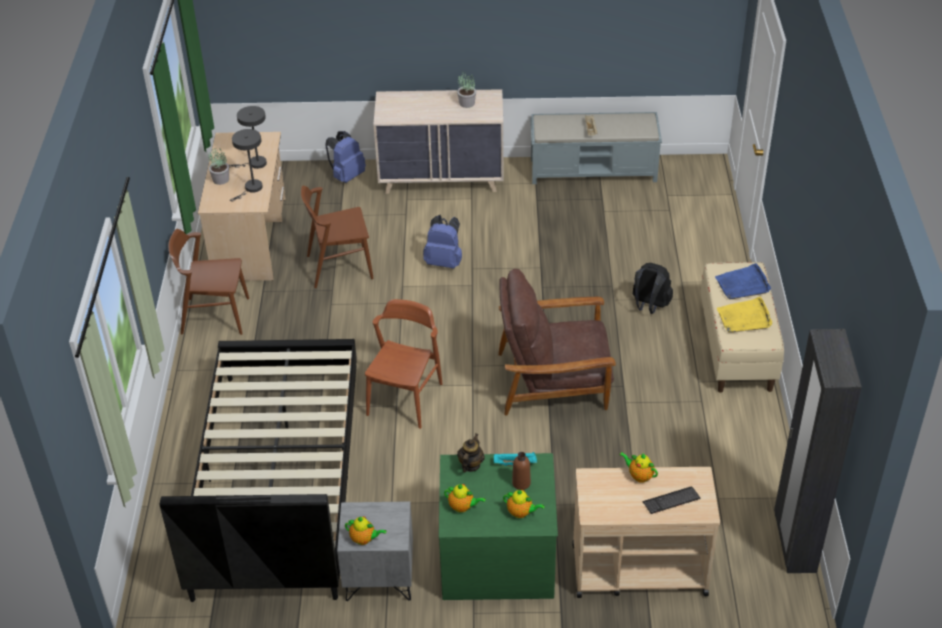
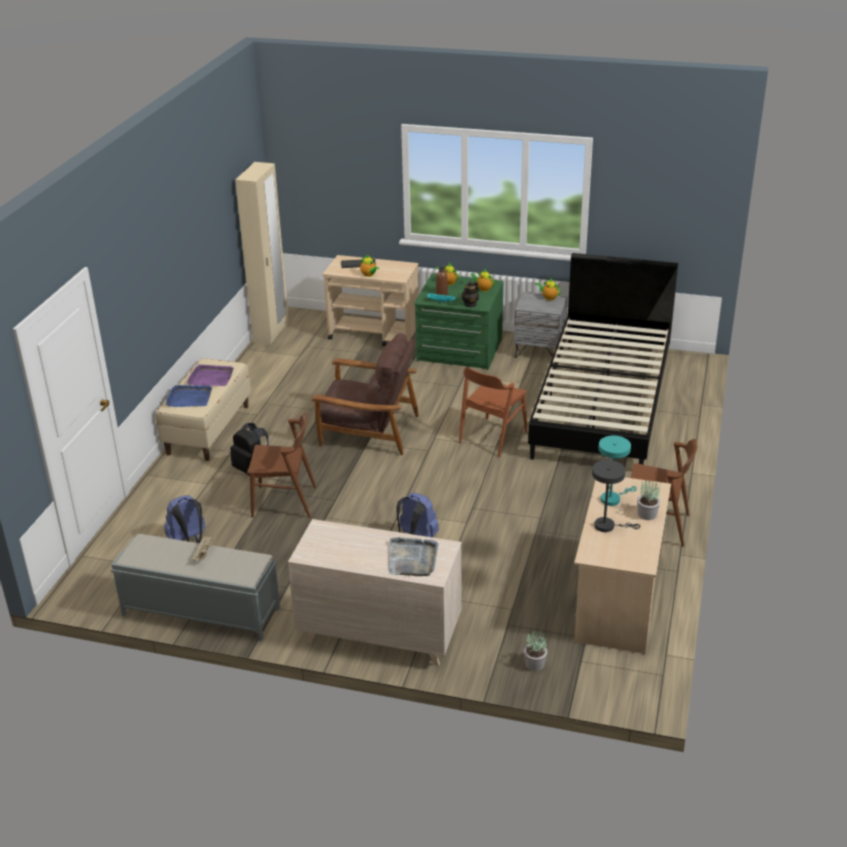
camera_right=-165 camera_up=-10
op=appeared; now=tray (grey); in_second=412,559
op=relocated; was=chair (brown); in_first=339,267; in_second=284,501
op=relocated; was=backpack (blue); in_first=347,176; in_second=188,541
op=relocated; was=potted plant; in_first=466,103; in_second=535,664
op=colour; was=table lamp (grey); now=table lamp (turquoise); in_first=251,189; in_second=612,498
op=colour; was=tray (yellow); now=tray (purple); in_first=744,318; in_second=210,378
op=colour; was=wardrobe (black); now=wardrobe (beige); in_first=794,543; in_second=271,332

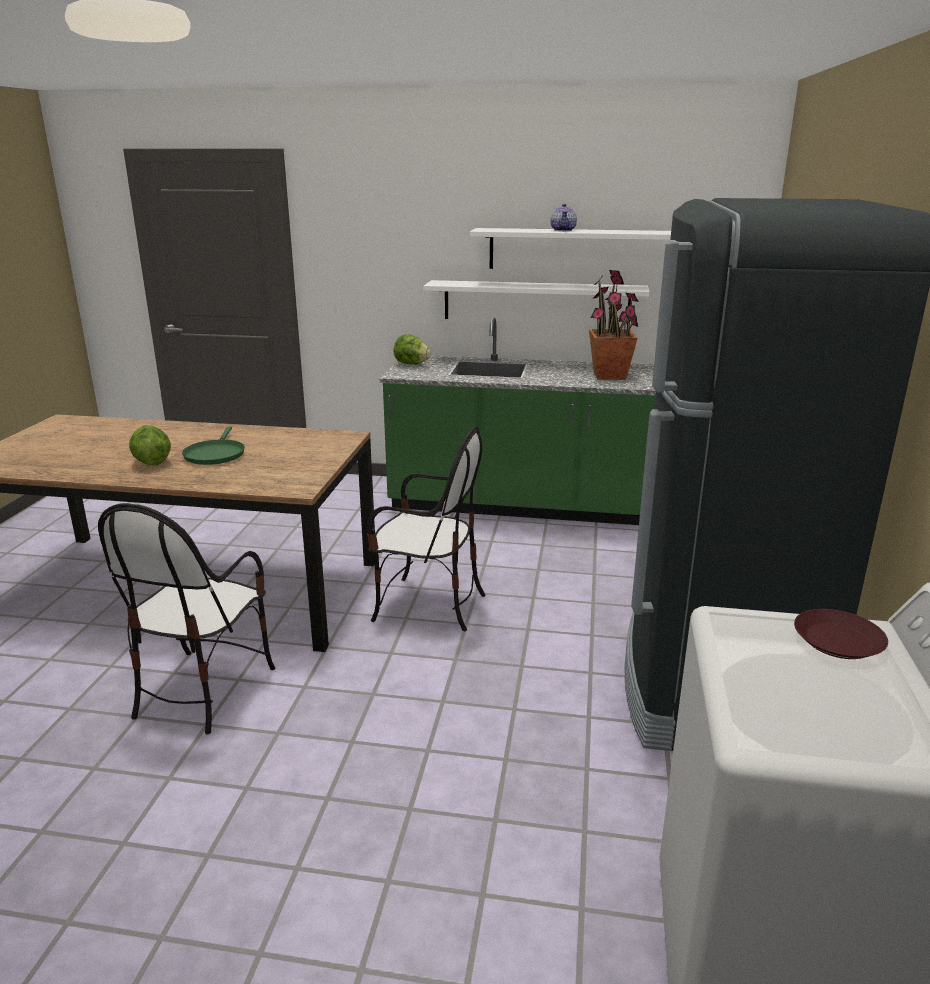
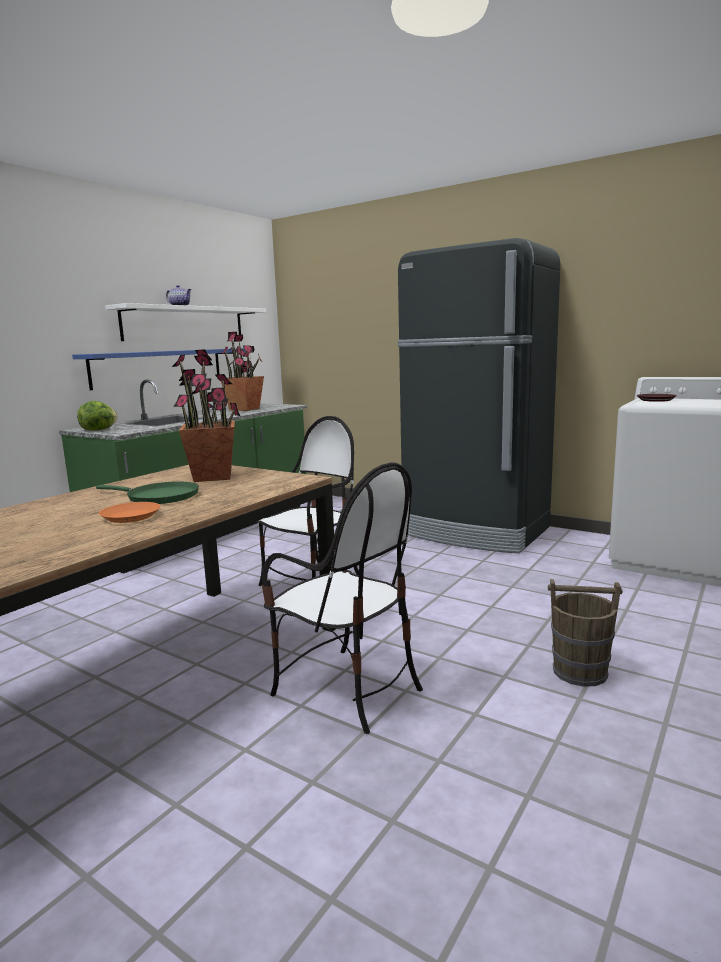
camera_right=-65 camera_up=-10
op=appeared; now=potted plant; in_second=213,477
op=appeared; now=bucket (brown); in_second=580,672
op=exchanged; was=lettuce; now=plate (orange); in_first=151,463; in_second=131,517
op=colour; was=shelf (white); now=shelf (blue); in_first=536,302; in_second=159,367

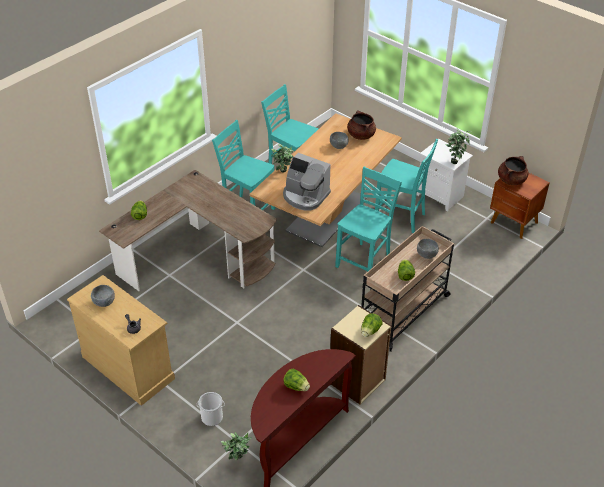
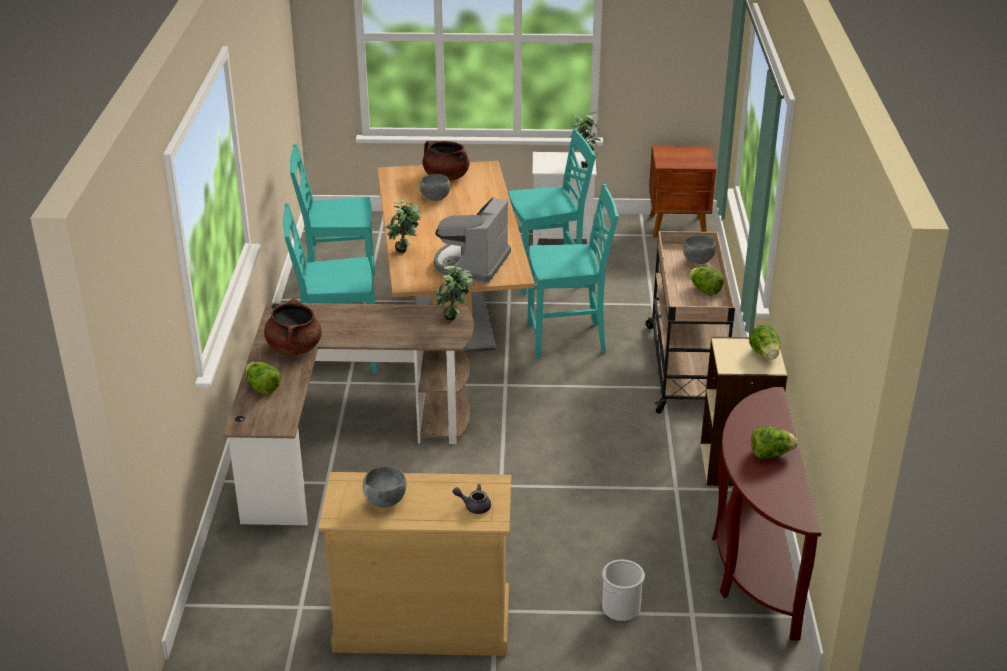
camera_right=-40 camera_up=-10
op=relocated; was=potted plant; in_first=238,460; in_second=455,321
op=relocated; was=cooking pot (brown); in_first=511,180; in_second=294,348
op=spun; was=coffee machine; in_first=305,196; in_second=471,264; clockwise=120
op=spun; was=chair (turquoise); in_first=364,261; in_second=568,340; clockwise=90

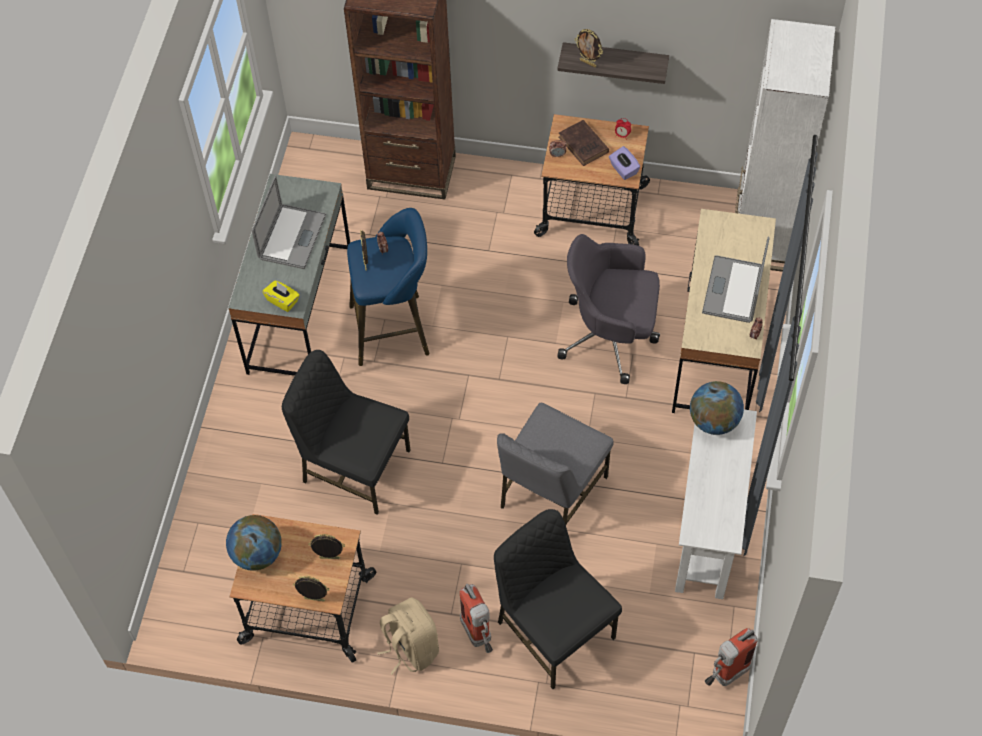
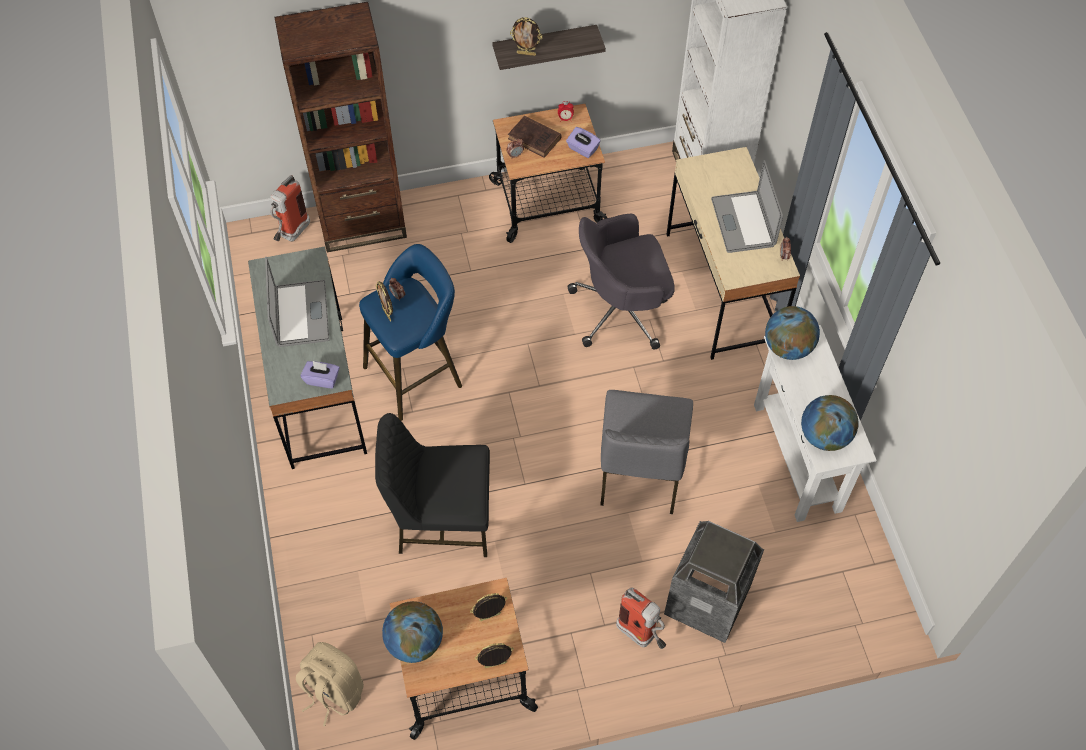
camera_right=-25 camera_up=0
op=appeared; now=globe; in_second=824,436
op=relocated; was=backpack (beige); in_first=410,647; in_second=333,691
op=relocated; was=fire extinguisher; in_first=725,675; in_second=291,234
op=exchanged; was=chair (black); now=trash can; in_first=553,629; in_second=707,601
op=colour; was=tissue box (yellow); now=tissue box (purple); in_first=283,301; in_second=322,379

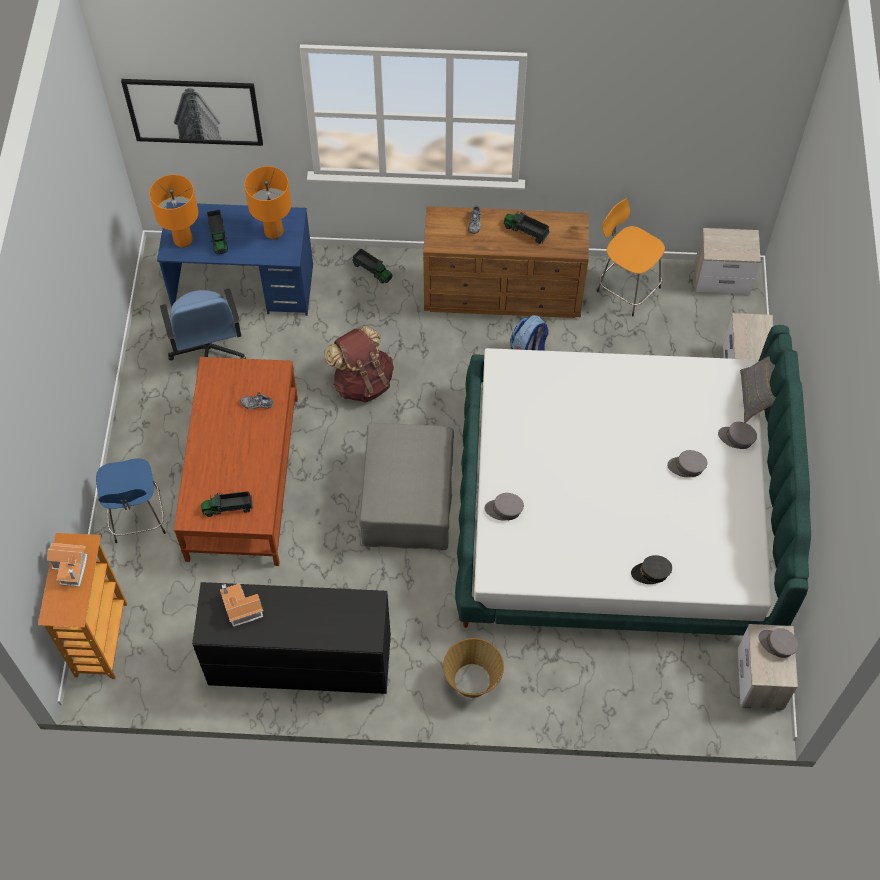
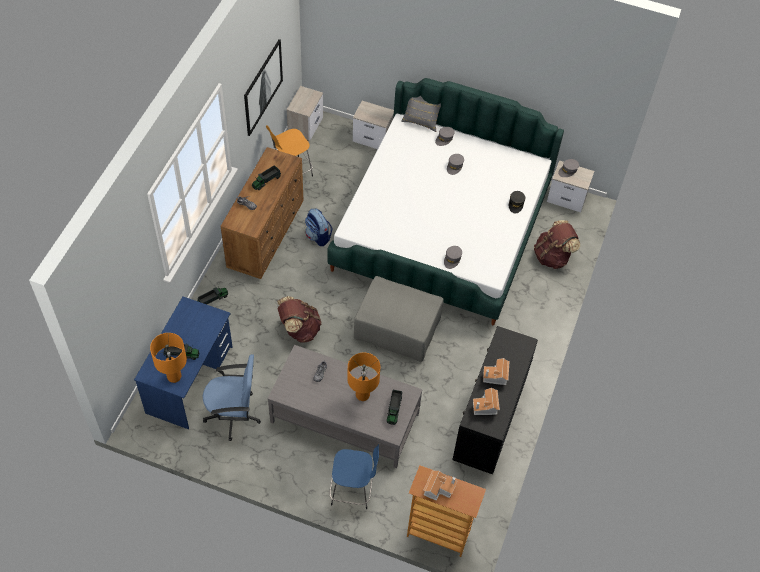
camera_right=-75 camera_up=-5
op=missing; was=basket; in_first=472,681
op=appeared; now=toy house; in_second=495,376
op=appeared; now=backpack (brown); in_second=552,256
op=relocated; was=picture; in_first=194,111; in_second=263,87
op=relocated; was=table lamp (orange); in_first=273,232; in_second=362,395
op=colour; was=coffee table (brown); now=coffee table (grey); in_first=243,477; in_second=345,418

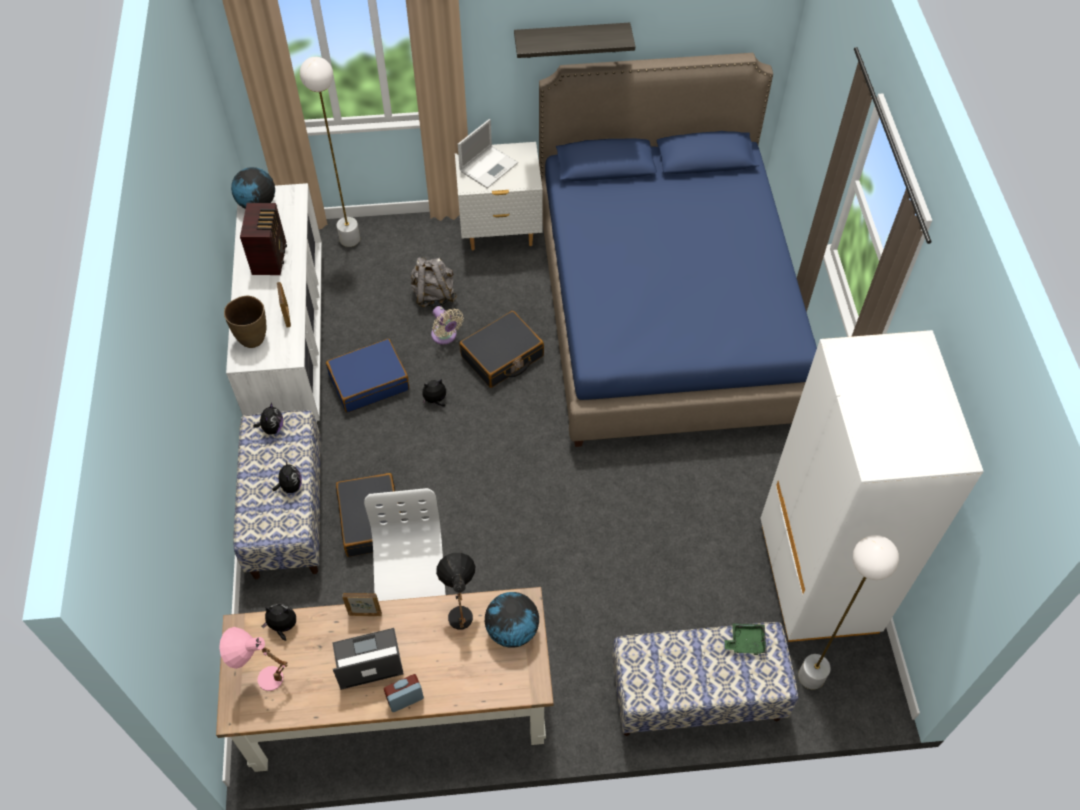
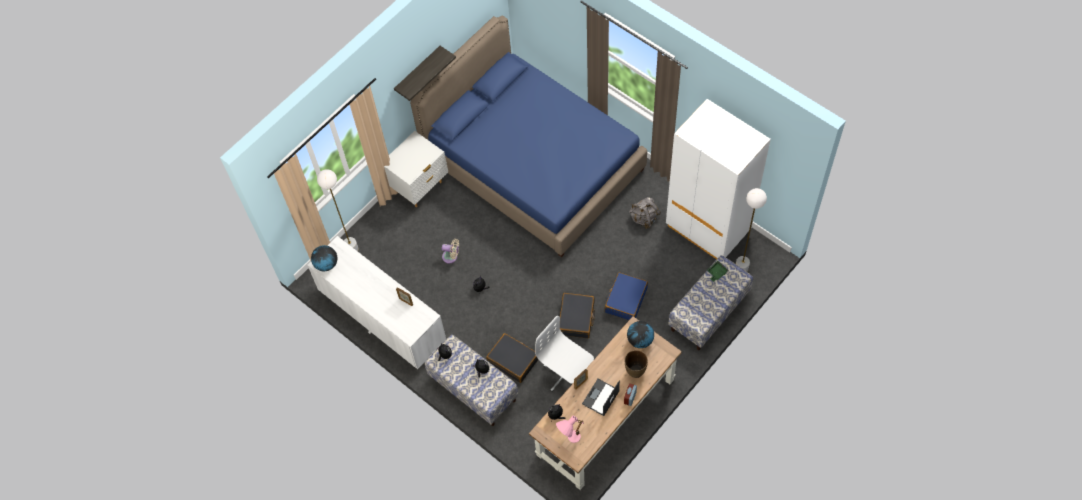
camera_right=-40 camera_up=5
op=missing; was=radio; in_first=270,257
op=missing; was=table lamp (black); in_first=460,609
op=missing; was=laptop; in_first=489,166
op=relocated; was=vase (brown); in_first=253,338; in_second=635,371
op=relocated; was=suitcase (blue); in_first=369,382; in_second=625,300
op=relocated; was=backpack (grey); in_first=433,295; in_second=644,218
op=relocated; was=suitcase (black); in_first=502,356; in_second=576,319

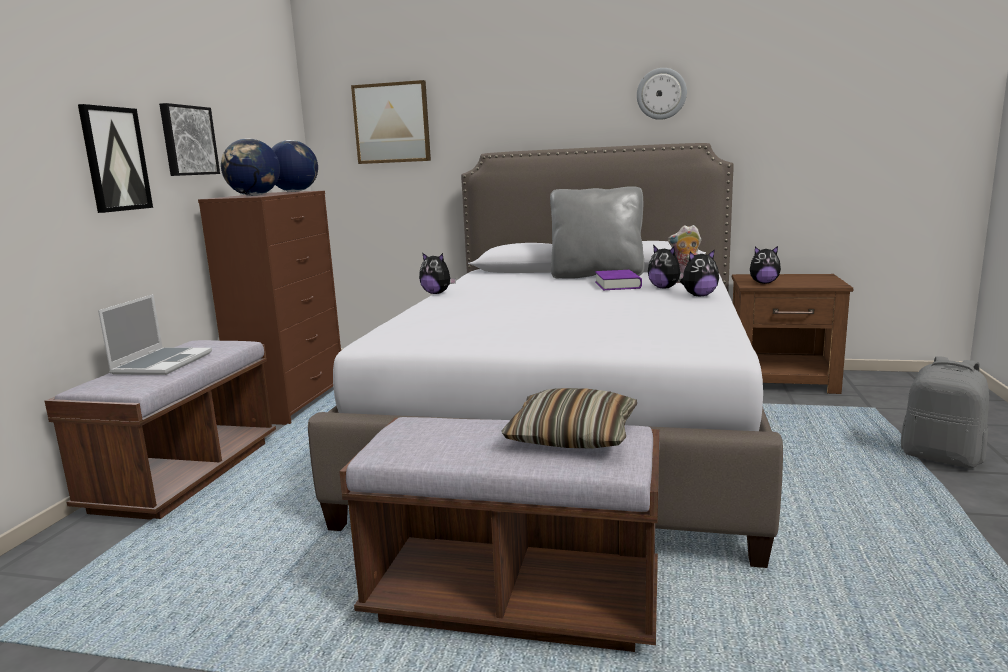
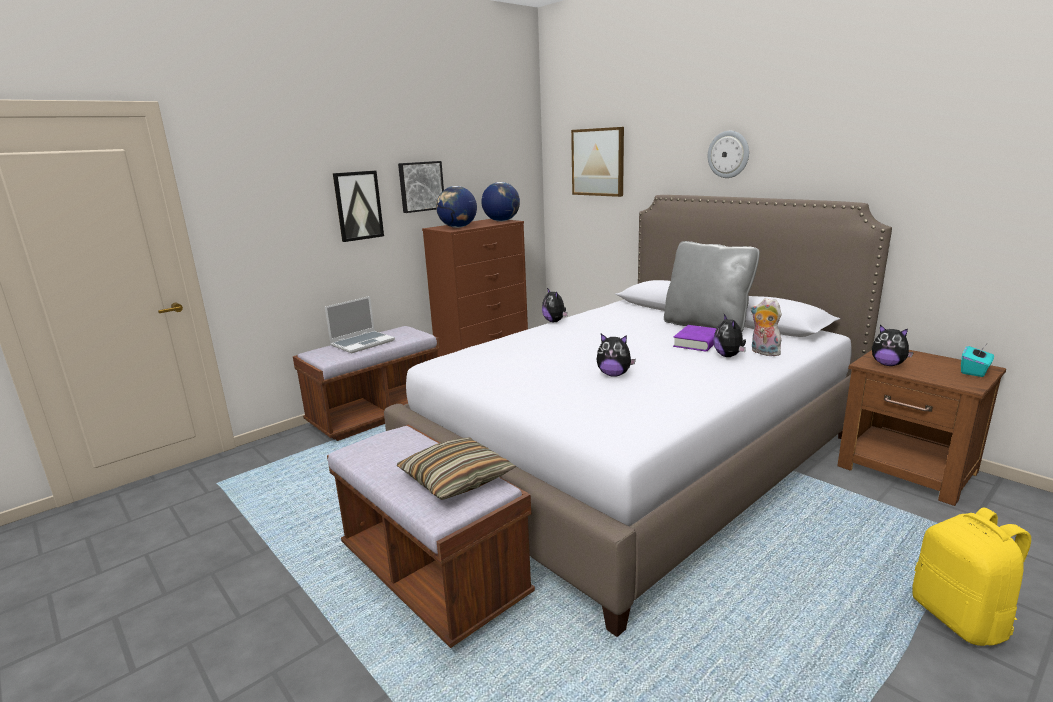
camera_right=35 camera_up=5
op=appeared; now=tissue box (turquoise); in_second=974,371
op=relocated; was=wall clock; in_first=661,94; in_second=728,154
op=relocated; was=plush toy; in_first=699,296; in_second=614,374
op=colour; was=backpack (grey); now=backpack (yellow); in_first=941,457; in_second=961,618

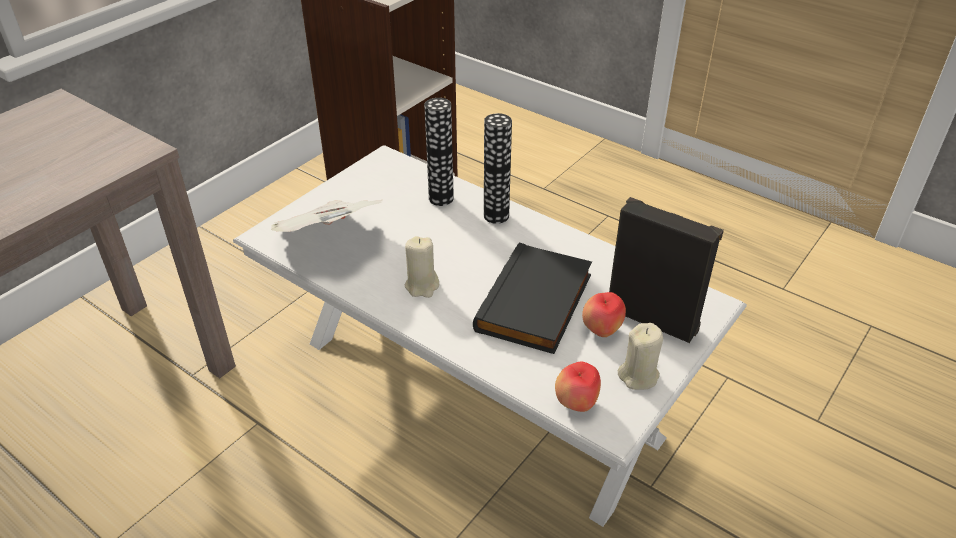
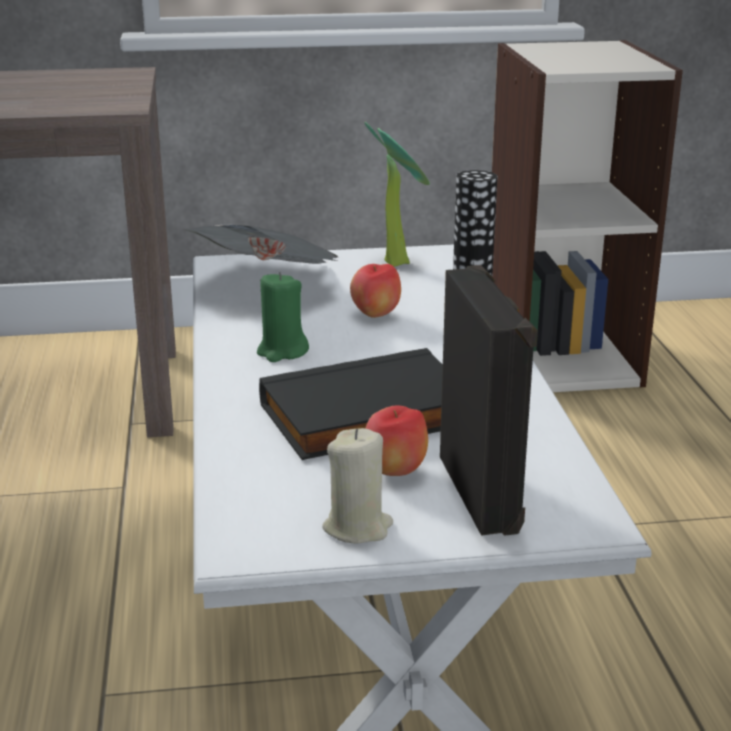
camera_right=45 camera_up=-15
op=missing; was=vase; in_first=441,198
op=appeared; now=potted plant; in_second=398,261
op=relocated; was=apple; in_first=576,403; in_second=375,315
op=colour; was=candle (beige); now=candle (green); in_first=422,286; in_second=282,351

